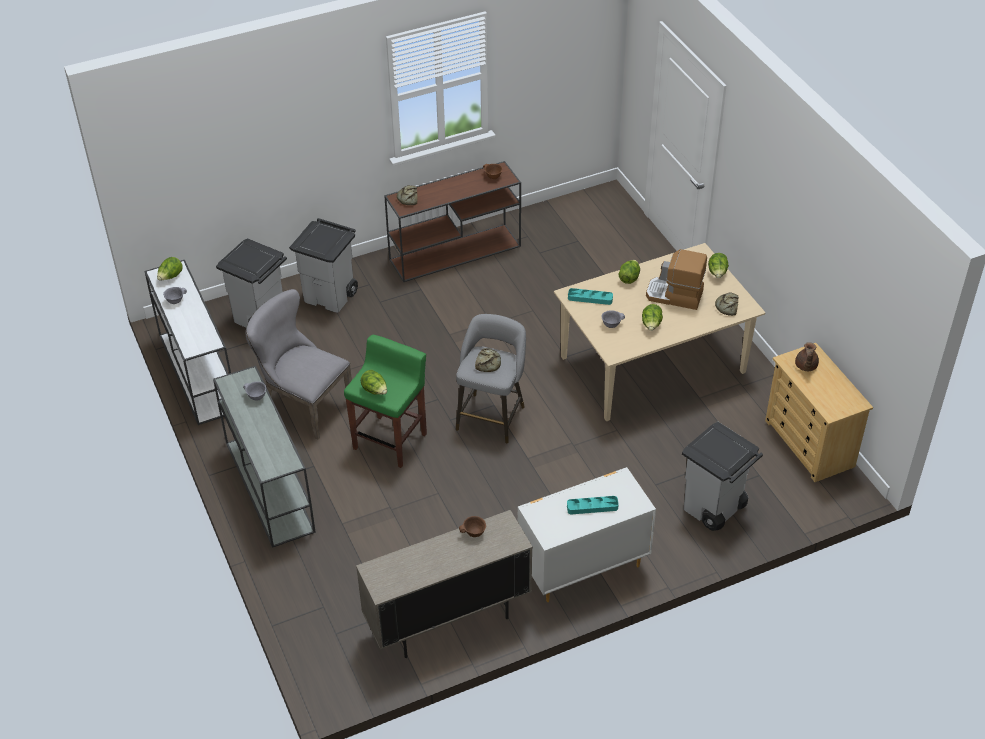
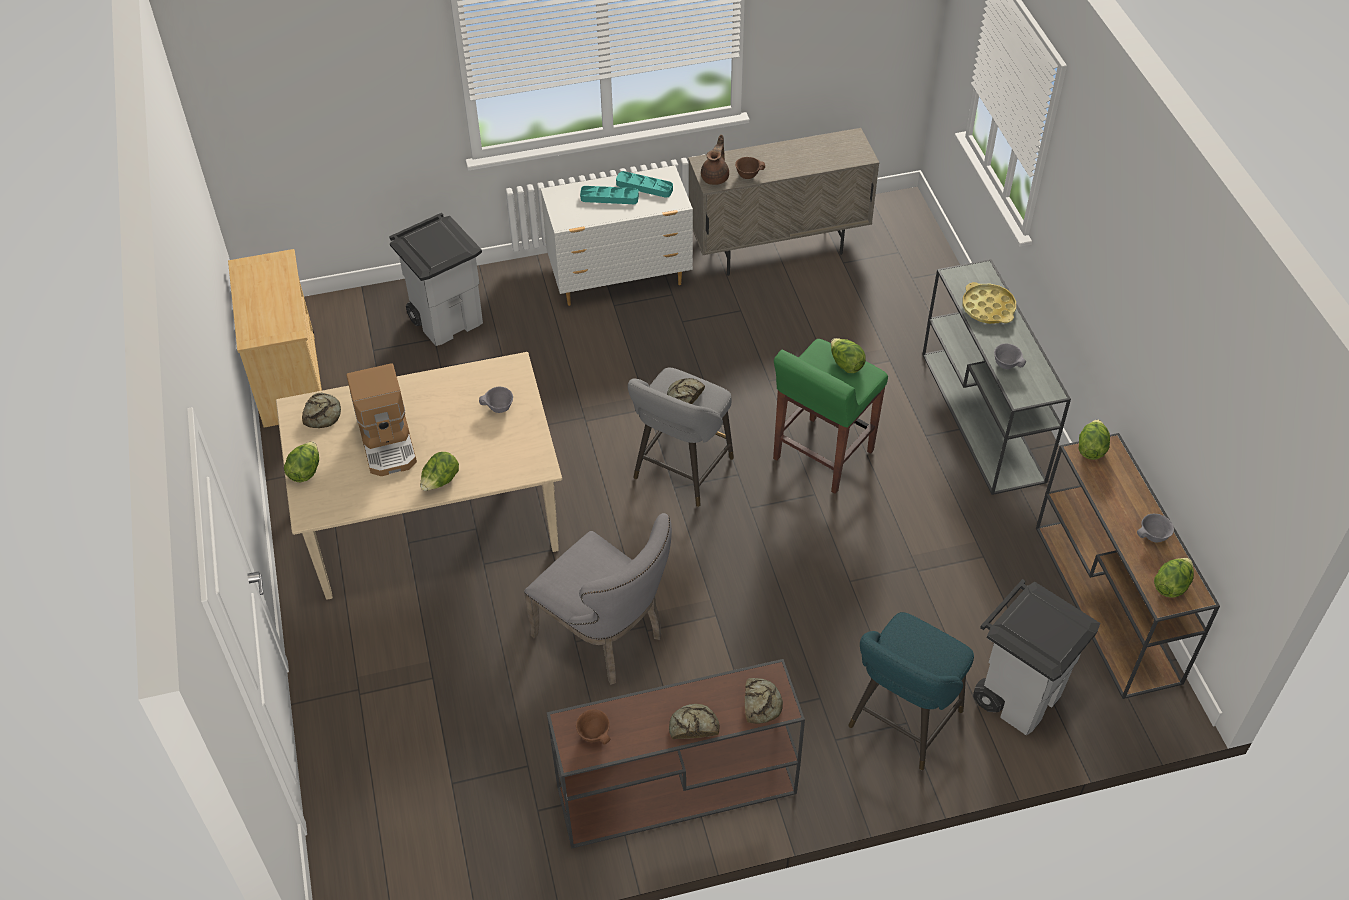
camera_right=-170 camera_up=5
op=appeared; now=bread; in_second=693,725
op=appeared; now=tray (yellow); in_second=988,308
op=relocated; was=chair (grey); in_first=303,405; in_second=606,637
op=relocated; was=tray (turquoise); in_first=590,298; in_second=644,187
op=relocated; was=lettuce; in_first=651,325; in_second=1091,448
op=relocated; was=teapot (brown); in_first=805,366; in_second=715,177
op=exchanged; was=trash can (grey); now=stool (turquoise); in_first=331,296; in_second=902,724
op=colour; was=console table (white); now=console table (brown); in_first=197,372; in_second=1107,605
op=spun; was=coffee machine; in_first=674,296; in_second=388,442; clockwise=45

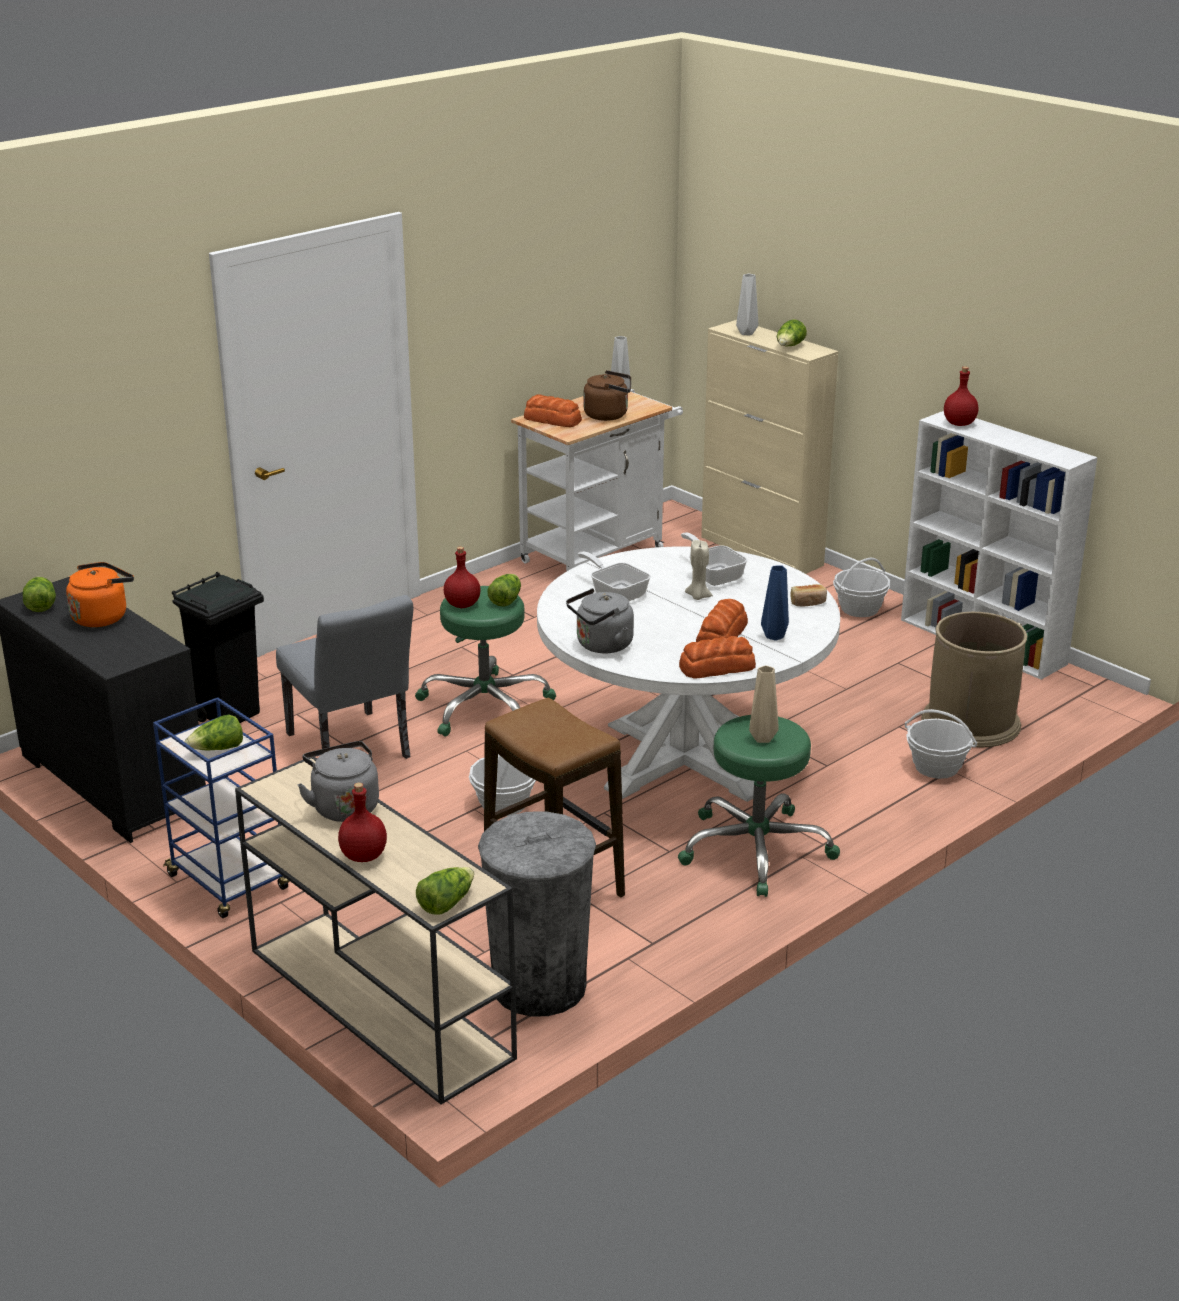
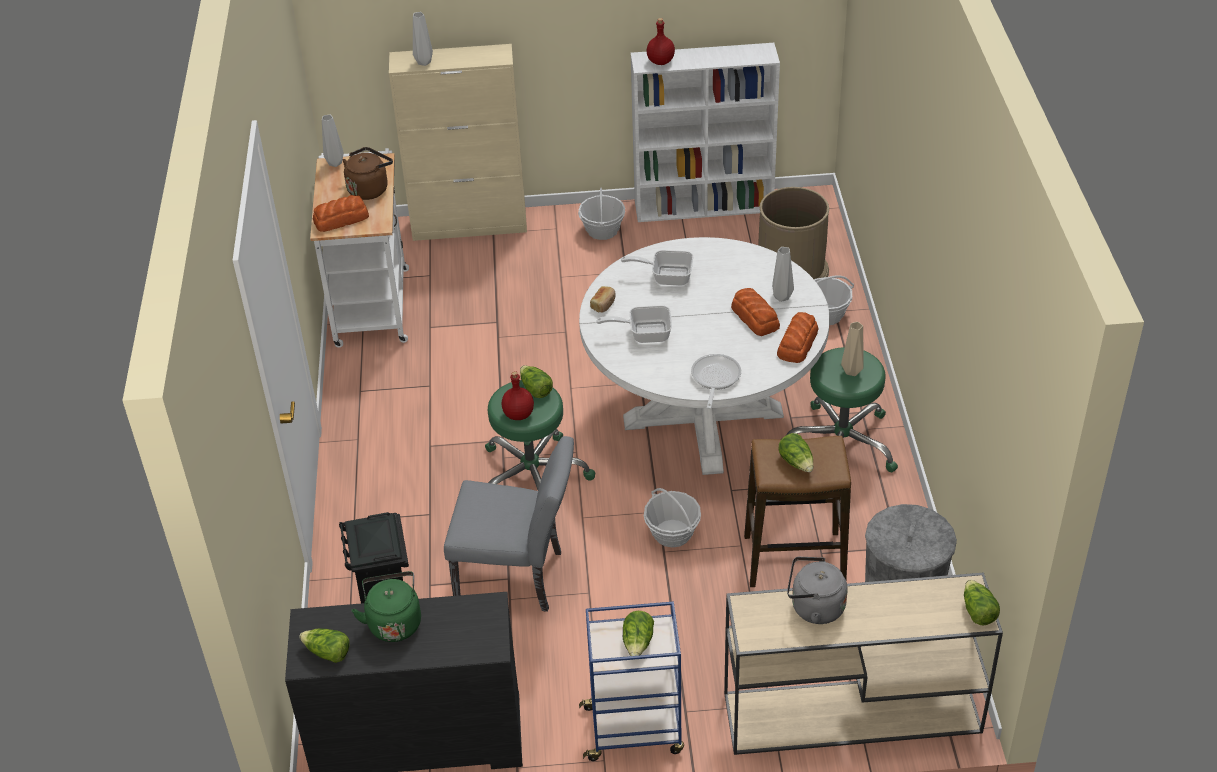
camera_right=-50 camera_up=15
op=missing; was=bottle (red); in_first=363,856
op=missing; was=candle (beige); in_first=698,596
op=relocated; was=lettuce; in_first=789,346; in_second=797,462
op=relocated; was=bread; in_first=808,602; in_second=603,304
op=exchanged; was=kettle (grey); now=frying pan; in_first=601,646; in_second=714,379
op=colour; was=kettle (orange); now=kettle (green); in_first=102,617; in_second=394,622
op=colour; was=vase (blue); now=vase (grey); in_first=774,637; in_second=782,298

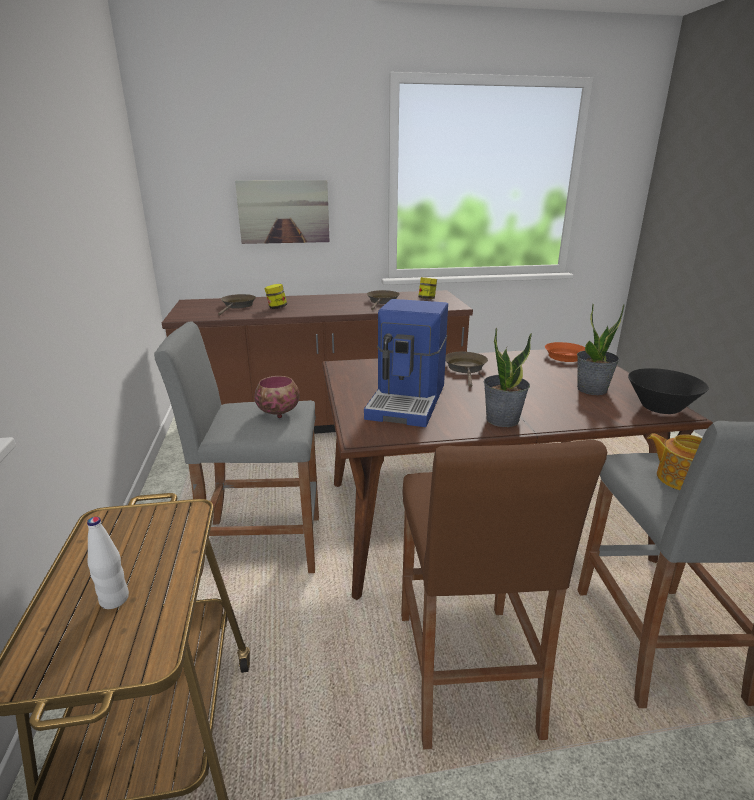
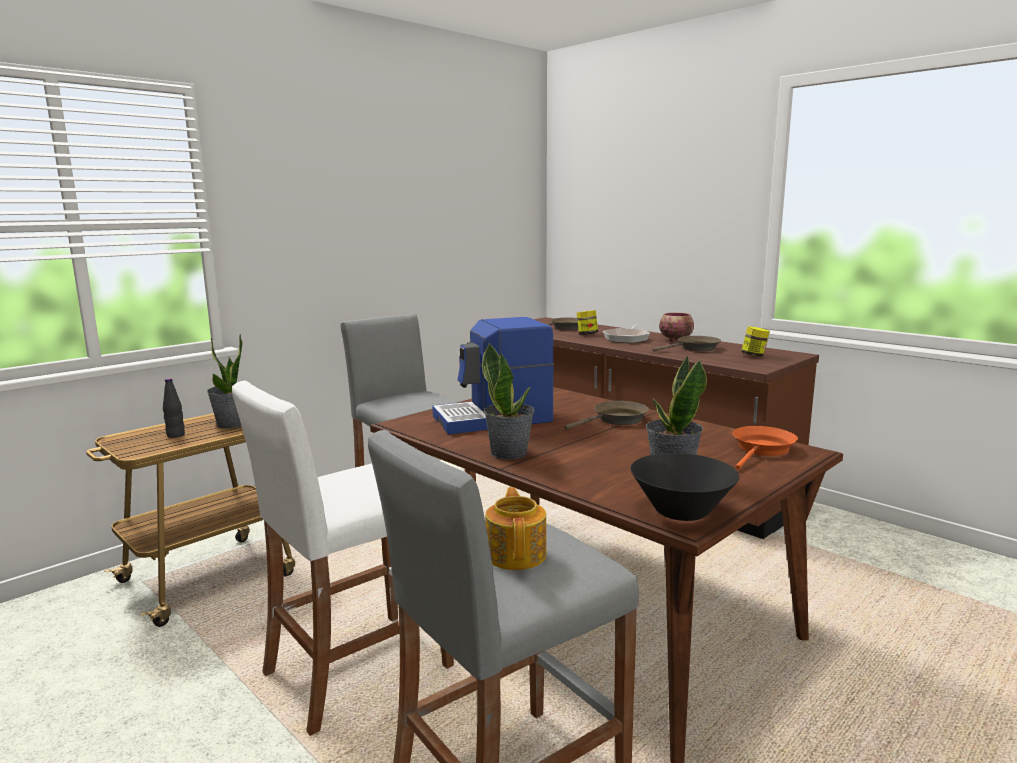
camera_right=55 camera_up=-10
op=missing; was=picture; in_first=283,212
op=appeared; now=potted plant; in_second=232,424
op=appeared; now=frying pan; in_second=627,338
op=relocated; was=bowl; in_first=279,412; in_second=676,340
op=colour; was=bottle (white); now=bottle (black); in_first=114,599; in_second=176,435
op=colour; was=stool (brown); now=stool (white); in_first=466,671; in_second=357,669

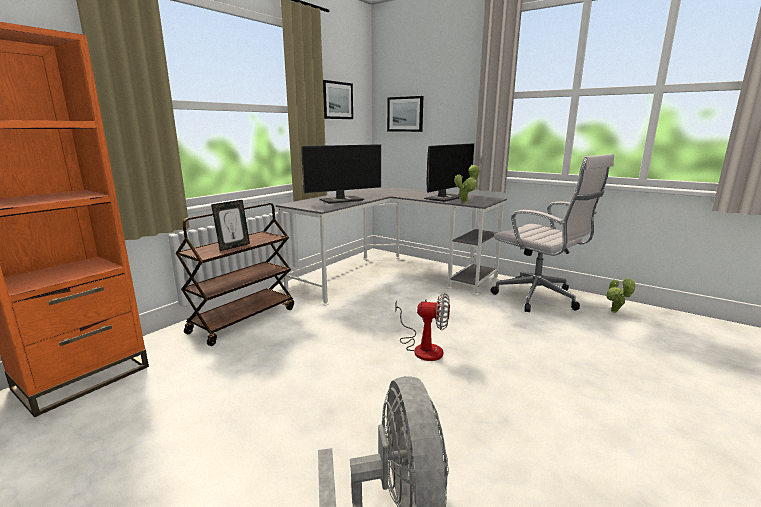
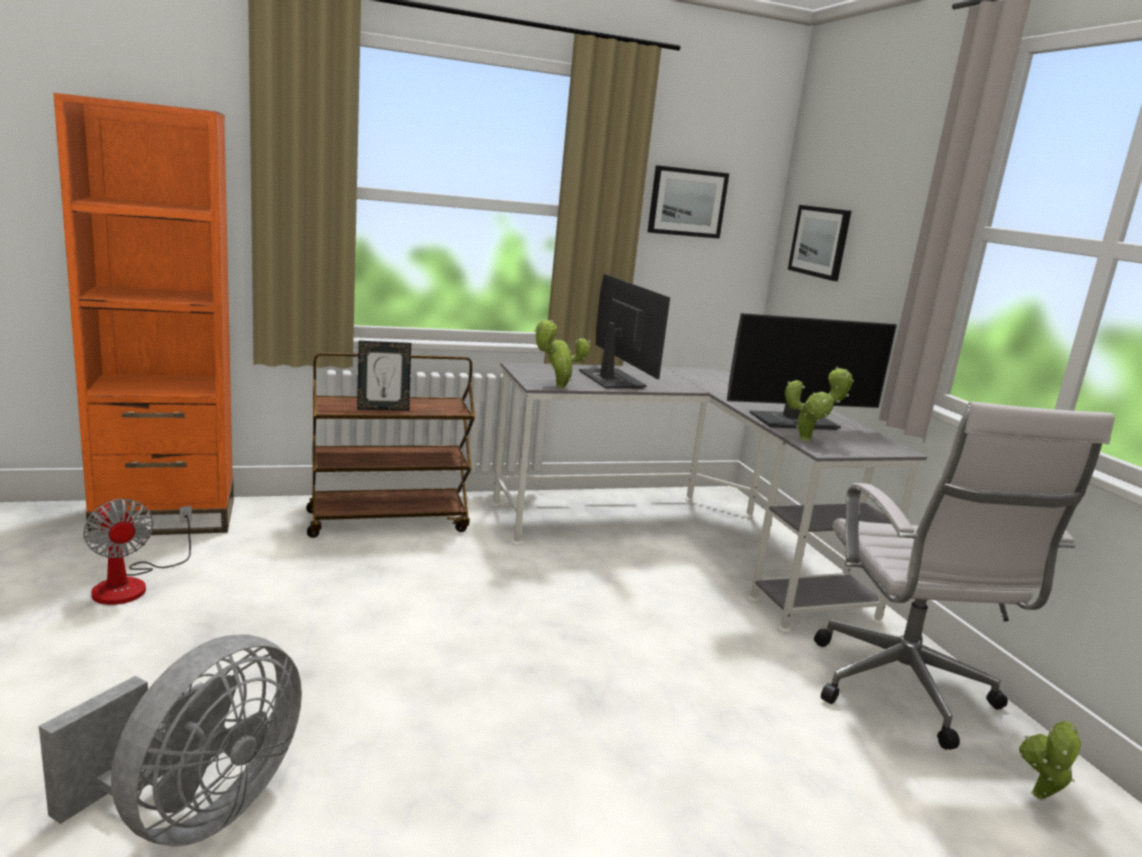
camera_right=35 camera_up=0
op=appeared; now=potted plant; in_second=557,387
op=relocated; was=fan; in_first=422,347; in_second=132,584
op=spun; was=monitor; in_first=342,200; in_second=610,379; clockwise=-120

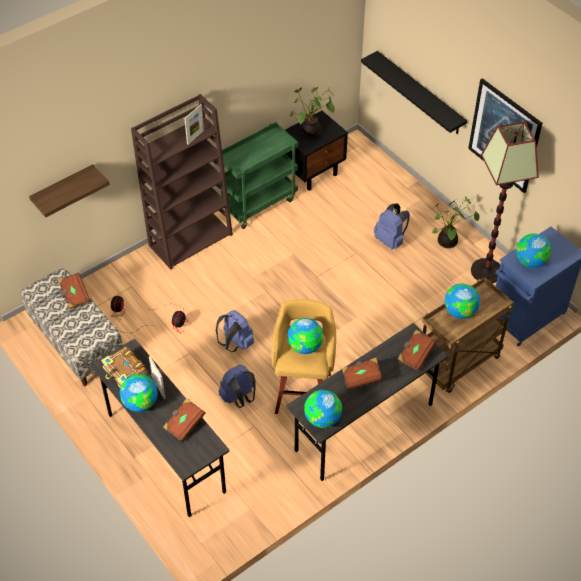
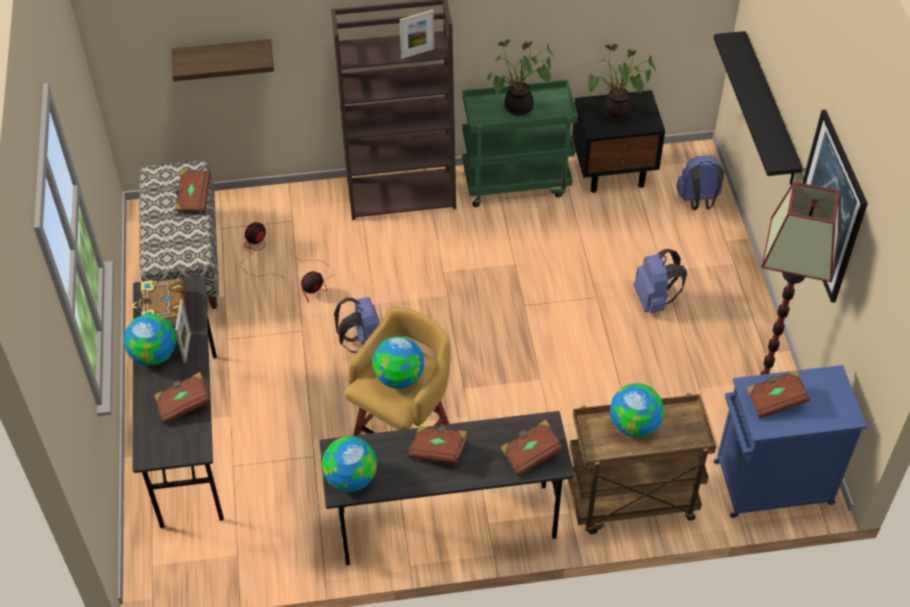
camera_right=30 camera_up=0
op=relocated; was=backpack (blue); in_first=239,398; in_second=698,201
op=relocated; was=potted plant; in_first=448,243; in_second=518,109
op=exchanged; was=globe; now=book (brown); in_first=530,261; in_second=775,400

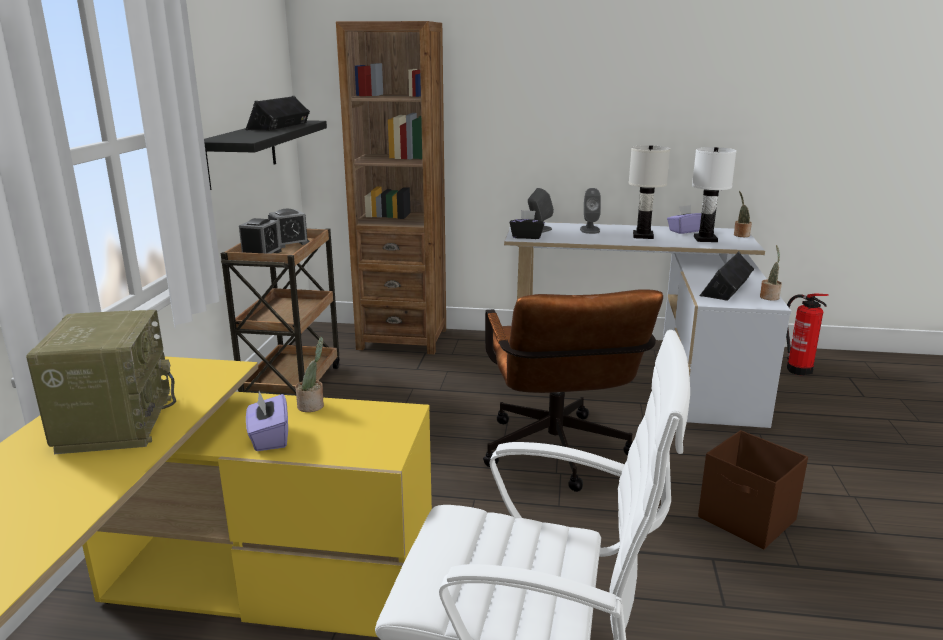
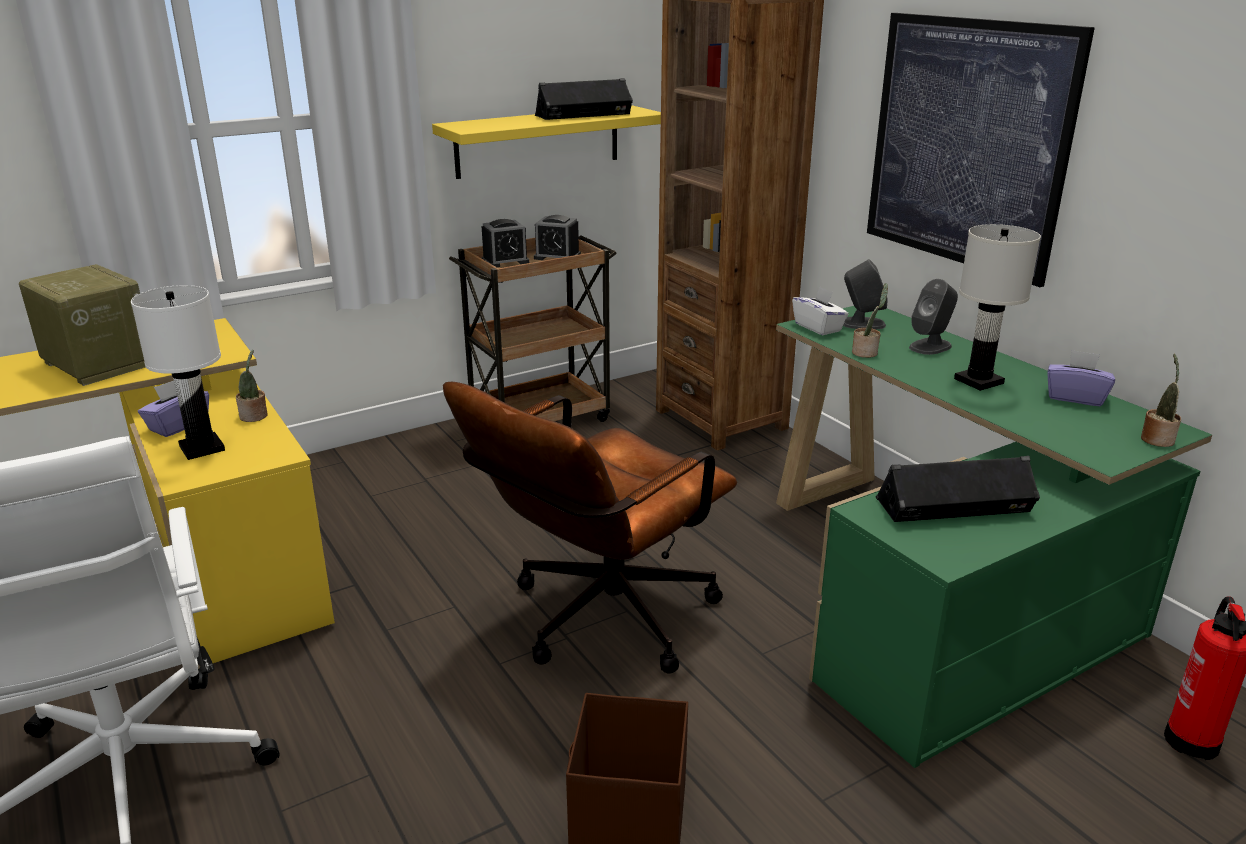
camera_right=50 camera_up=5
op=appeared; now=picture; in_second=966,144
op=relocated; was=table lamp (white); in_first=705,239; in_second=203,448
op=relocated; was=potted plant; in_first=769,297; in_second=866,352
op=colour; was=shelf (black); now=shelf (yellow); in_first=242,153; in_second=538,141
op=colour; was=desk (white); now=desk (green); in_first=645,366; in_second=935,592
op=colour; was=tissue box (black); now=tissue box (white); in_first=527,236; in_second=818,327
op=spun; was=radio; in_first=114,423; in_second=96,363; clockwise=-90

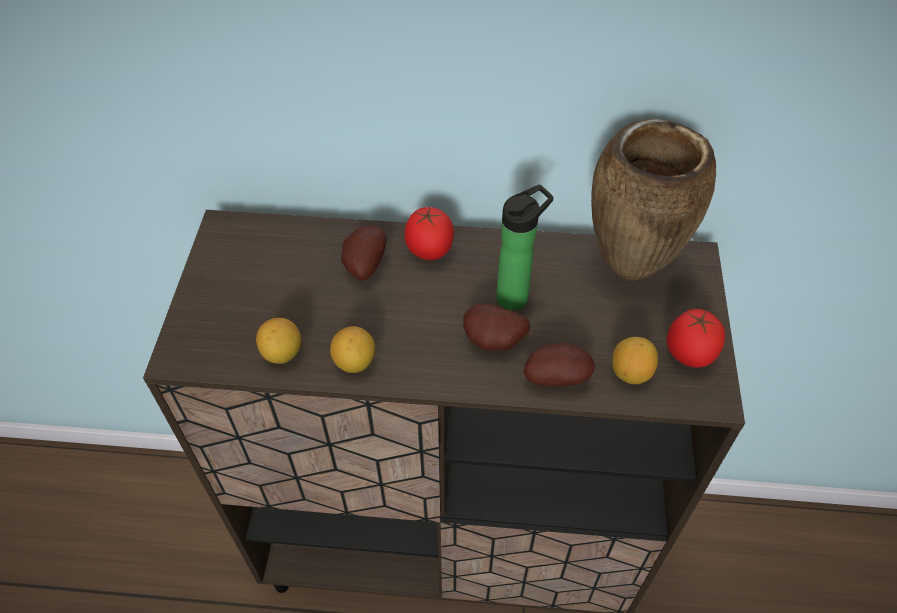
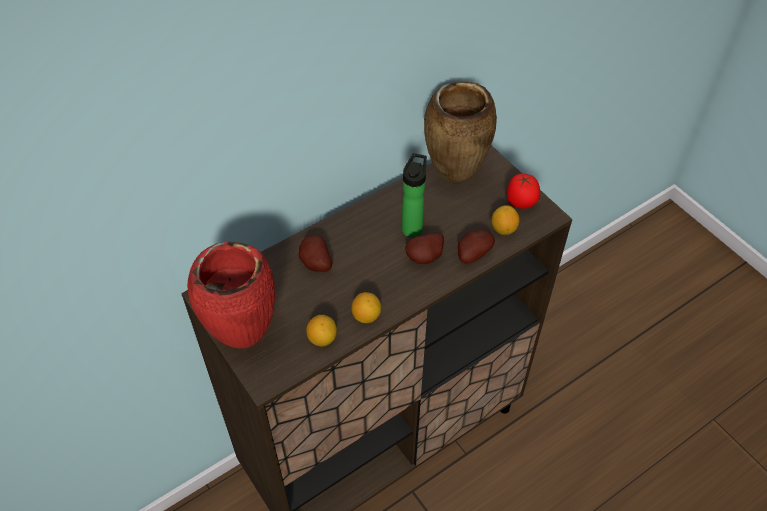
camera_right=-40 camera_up=0
op=missing; was=tomato; in_first=429,251
op=appeared; now=vase (red); in_second=244,337

